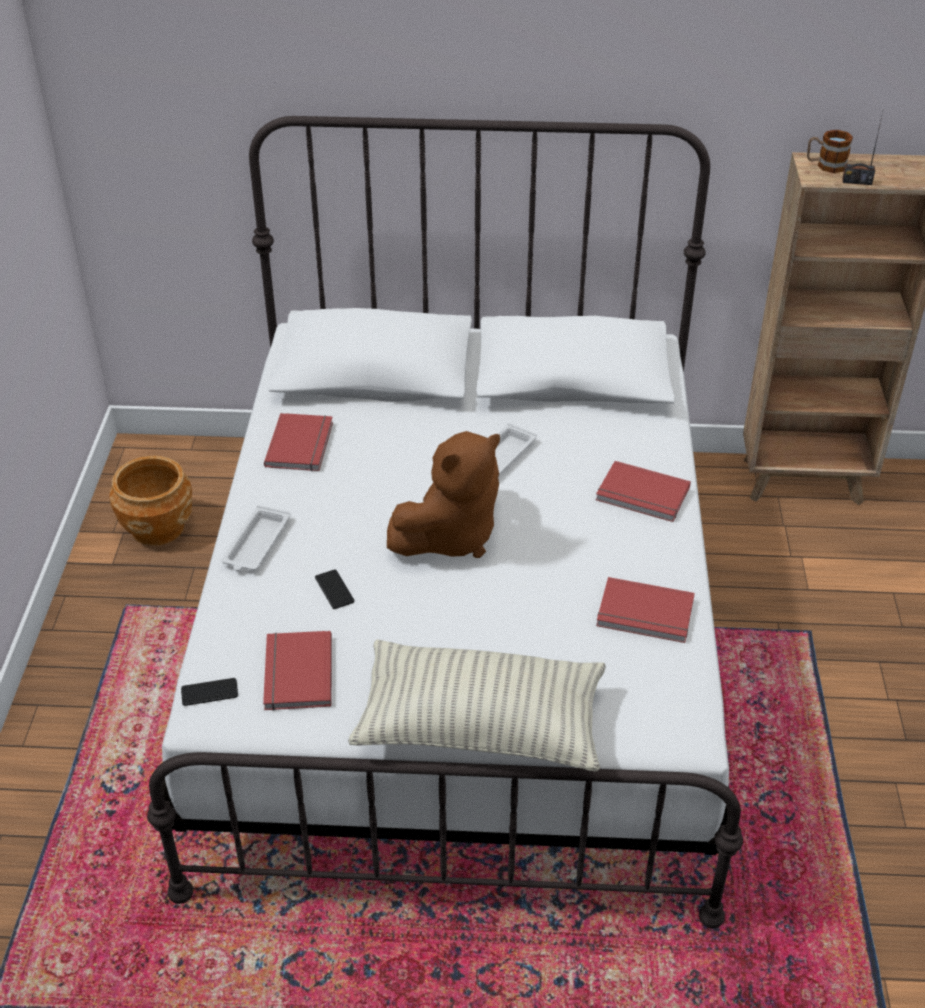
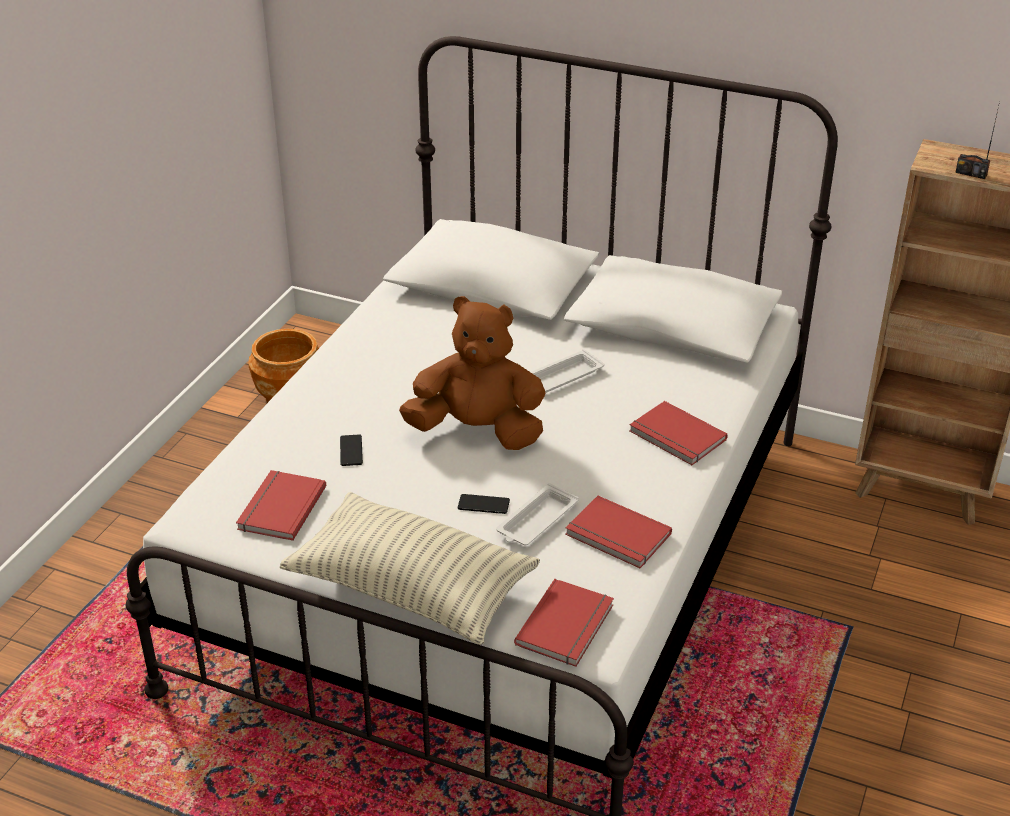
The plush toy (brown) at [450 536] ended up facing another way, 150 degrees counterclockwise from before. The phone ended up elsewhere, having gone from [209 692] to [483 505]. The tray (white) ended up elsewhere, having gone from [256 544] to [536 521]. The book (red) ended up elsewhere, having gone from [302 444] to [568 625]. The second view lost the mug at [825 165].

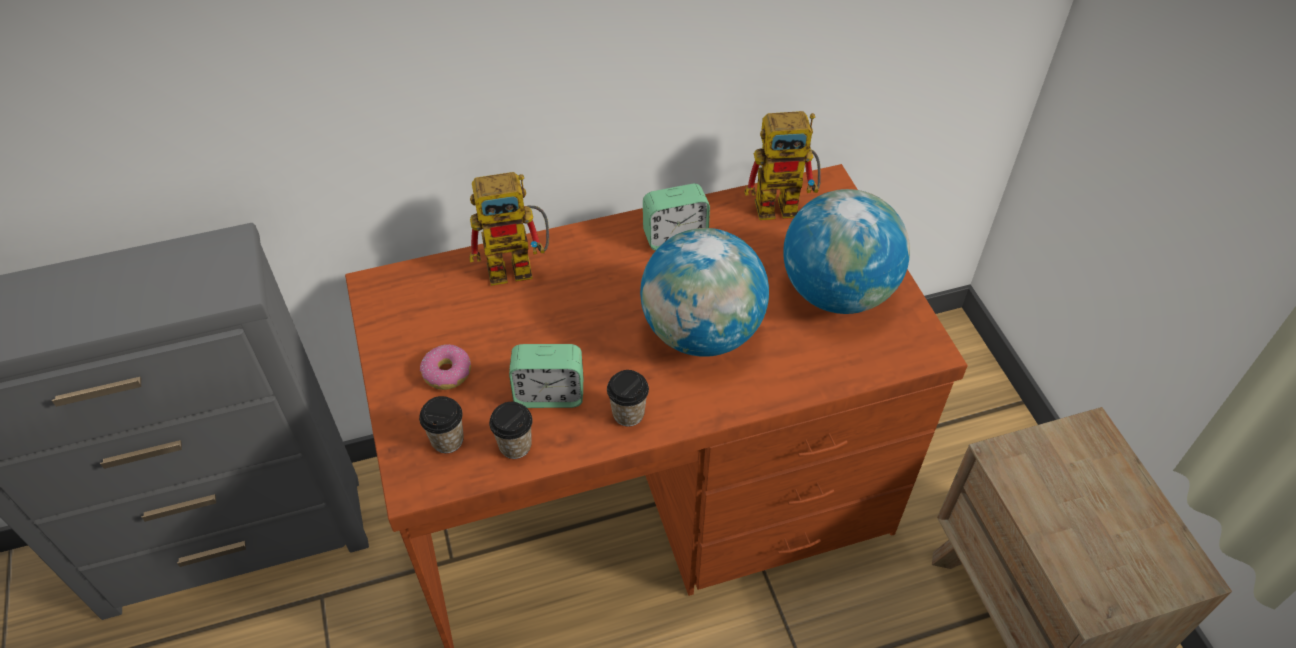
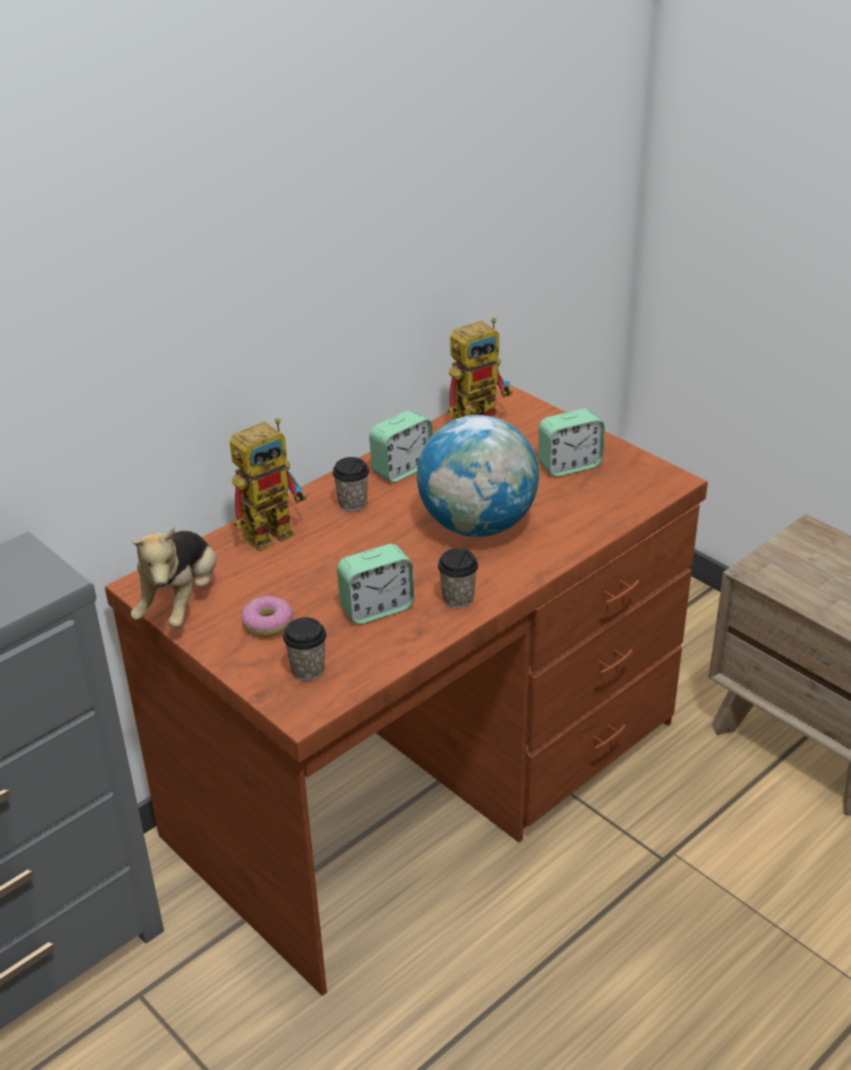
The second view gained the plush toy at [181 602]. The cup ended up elsewhere, having gone from [515 445] to [352 503]. Where the globe stood at [837 292], the alarm clock came to stand at [569 465].

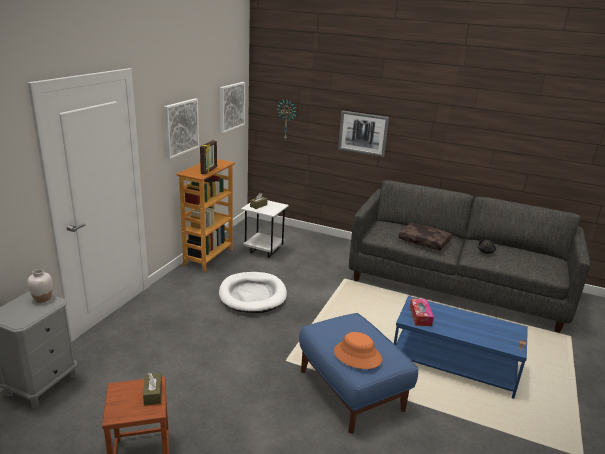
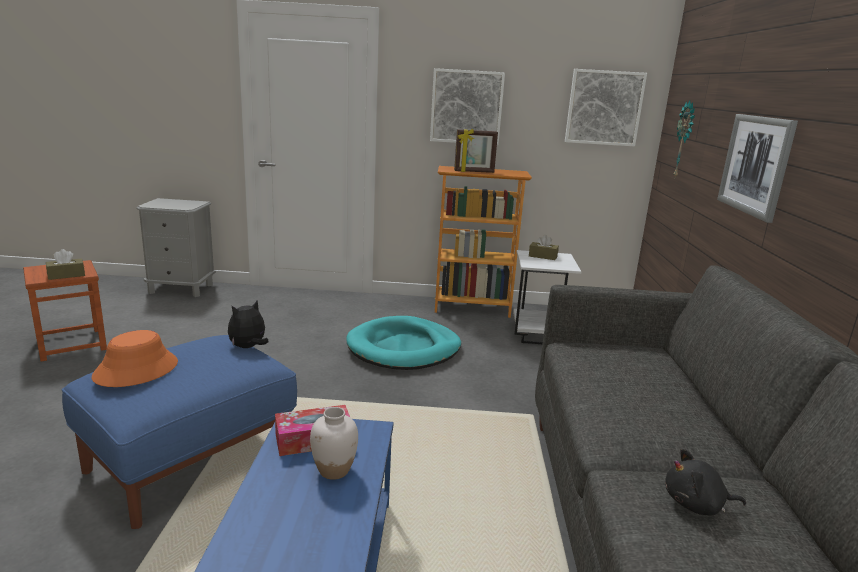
The second view gained the plush toy at [248 347]. The vase (white) ended up elsewhere, having gone from [43 299] to [334 470]. What was the dog bed (white) at [252 295] turned into the dog bed (turquoise) at [404 348]. The second view lost the pillow (brown) at [424 241].

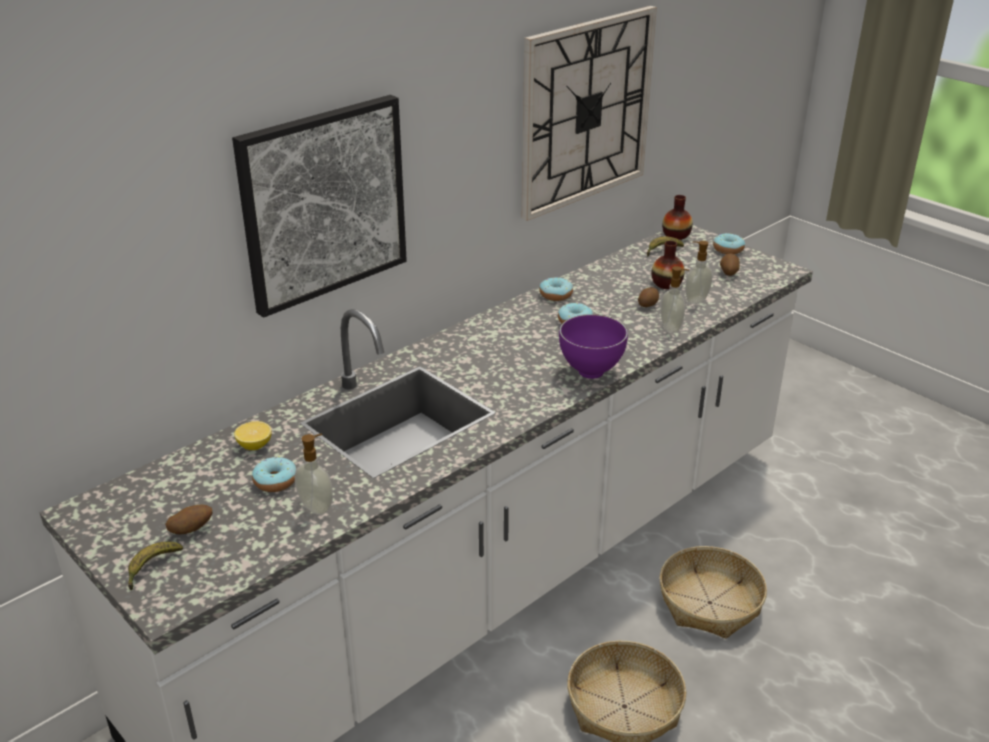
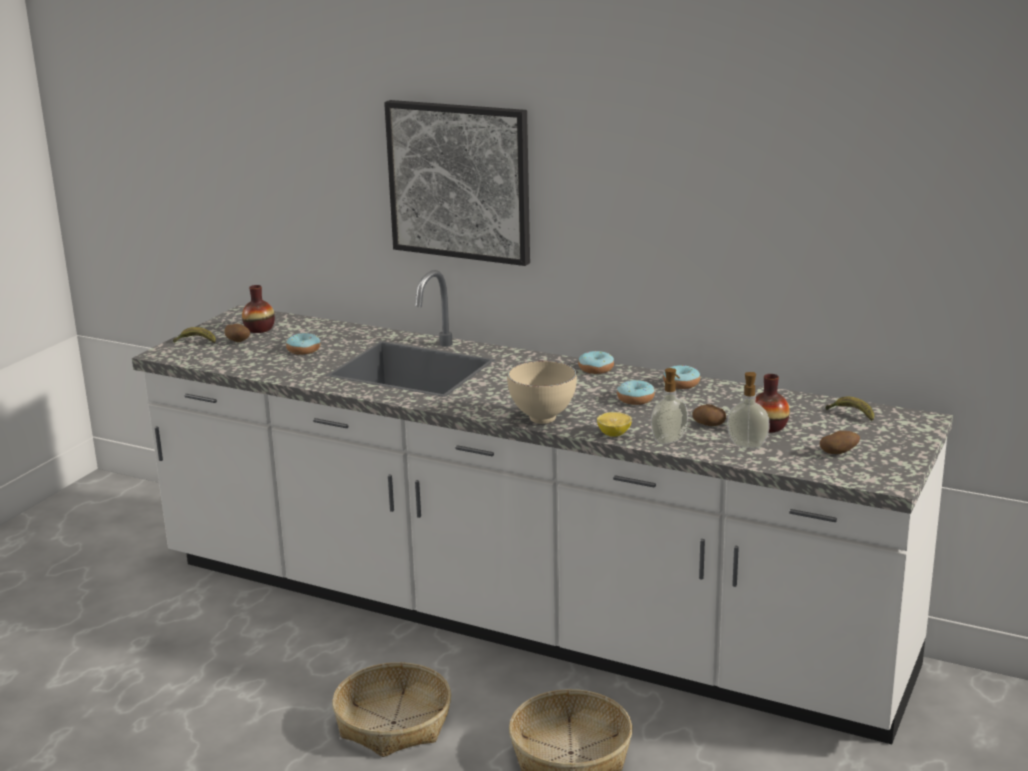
The vase ended up elsewhere, having gone from [676 235] to [259 329]. What was the bowl (purple) at [589 373] turned into the bowl (beige) at [542 419]. The donut ended up elsewhere, having gone from [728 249] to [596 369]. The lemon ended up elsewhere, having gone from [255 445] to [614 434]. The second view lost the soap dispenser at [317 506]. The second view lost the wall clock at [586 111].

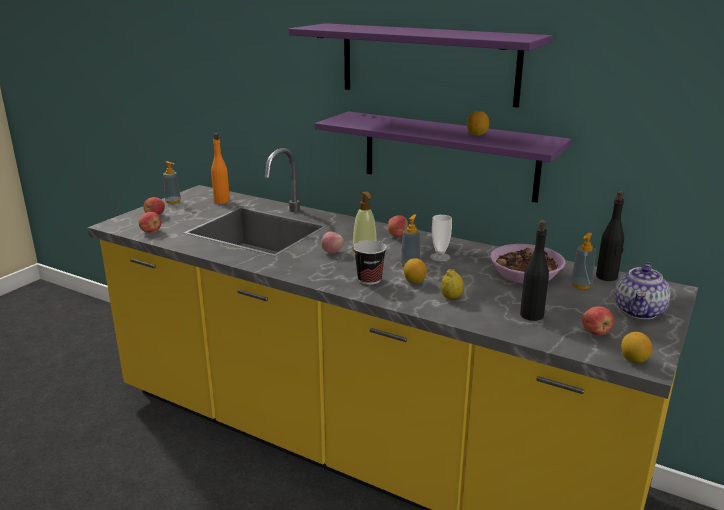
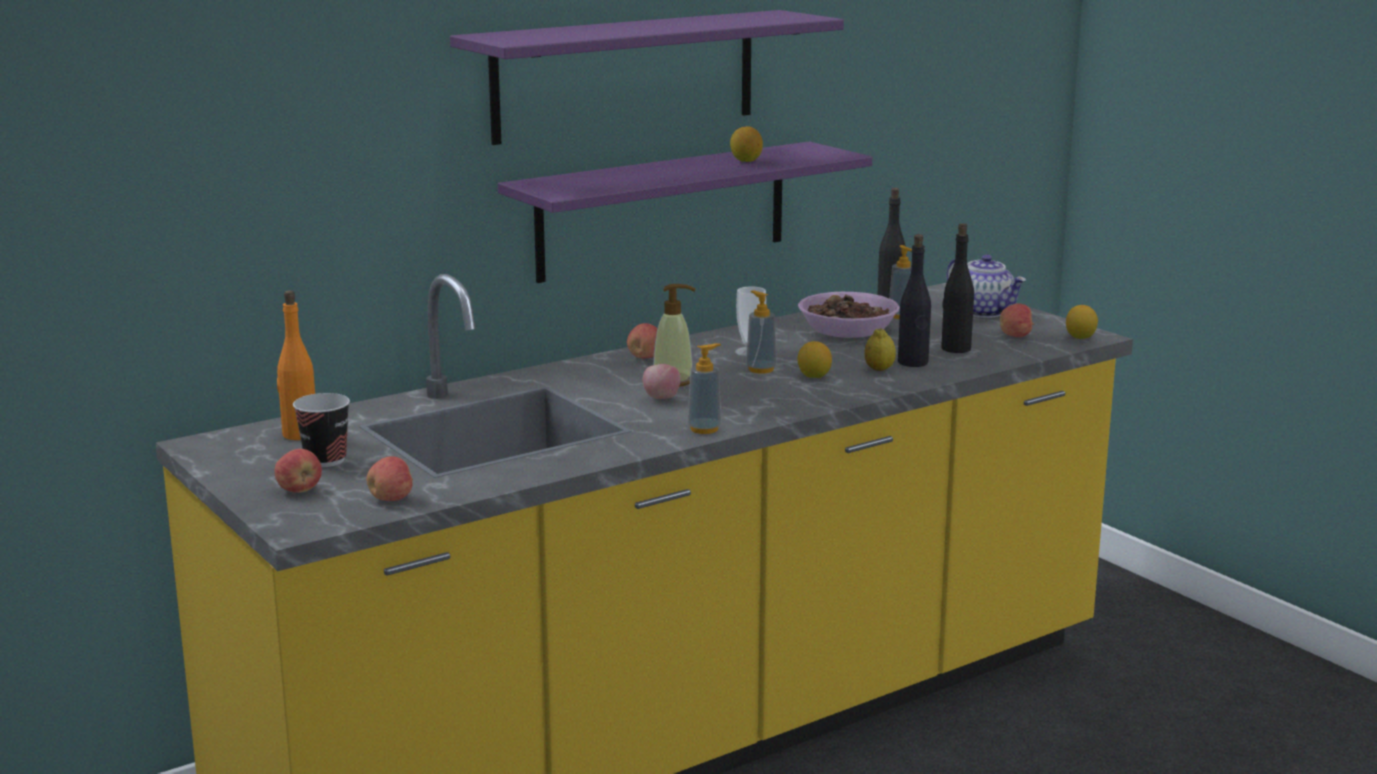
The cup ended up elsewhere, having gone from [369 280] to [325 460]. The soap dispenser ended up elsewhere, having gone from [173 201] to [704 429]. The second view gained the bottle (black) at [913 363].

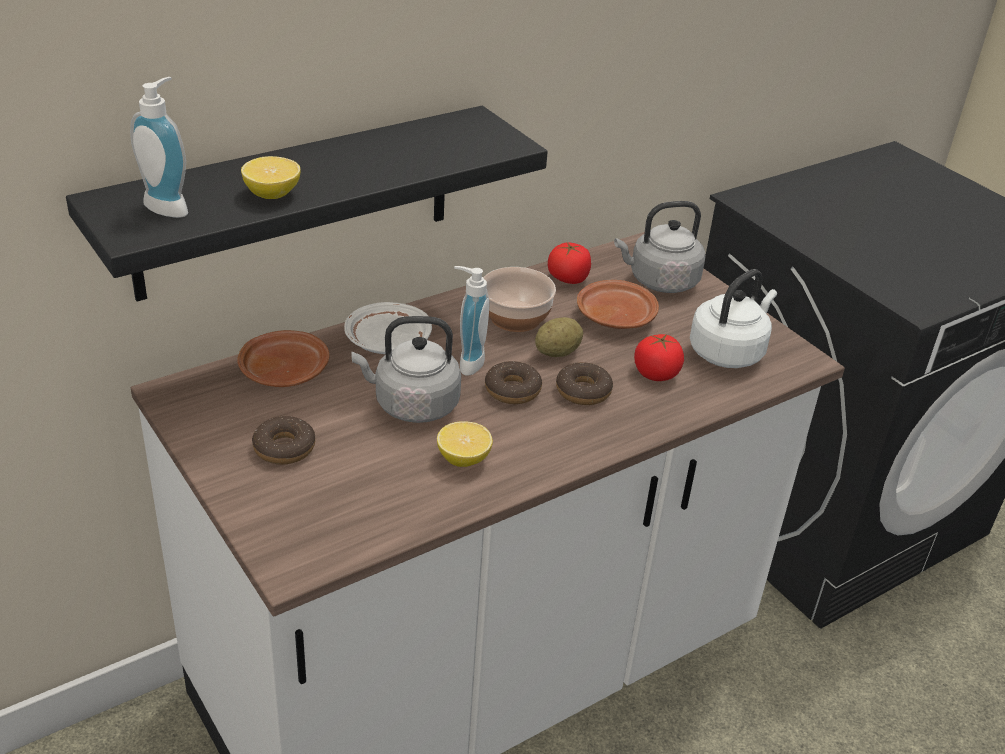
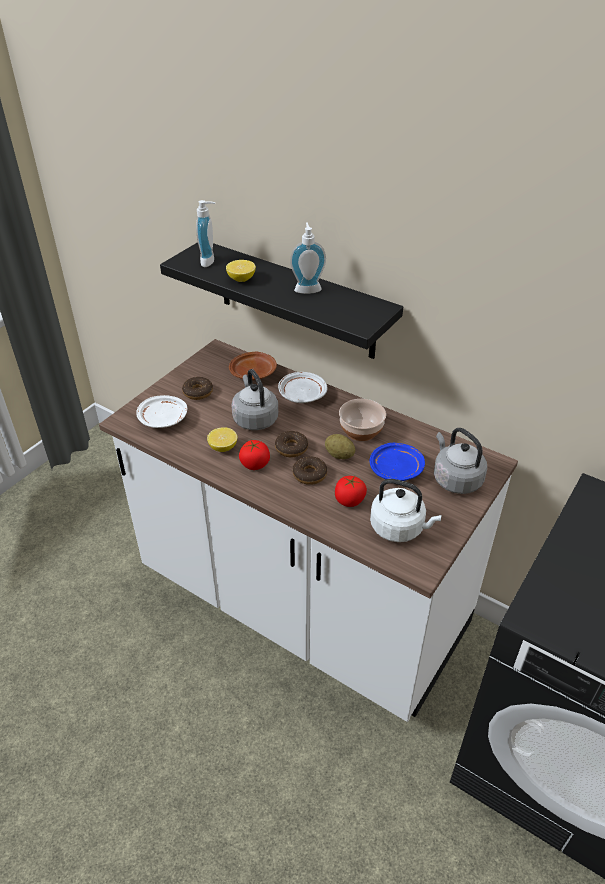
The second view gained the plate (white) at [163 419]. The tomato ended up elsewhere, having gone from [568 278] to [255 464]. The soap dispenser ended up elsewhere, having gone from [467 362] to [307 288]. What was the plate (brown) at [615 316] turned into the plate (blue) at [396 469].

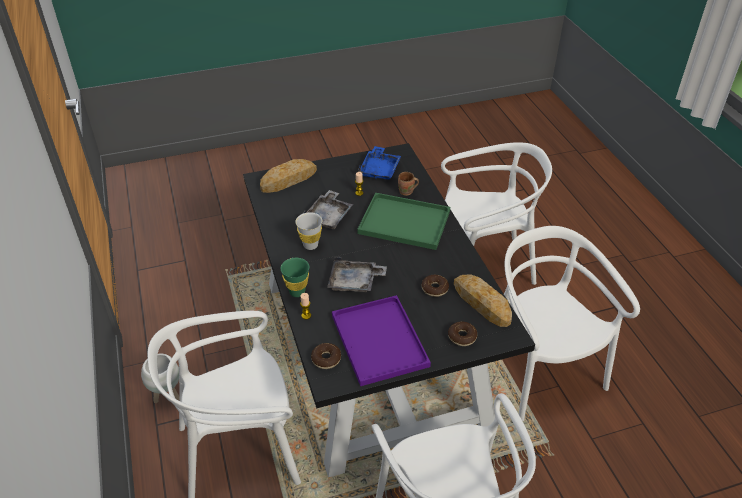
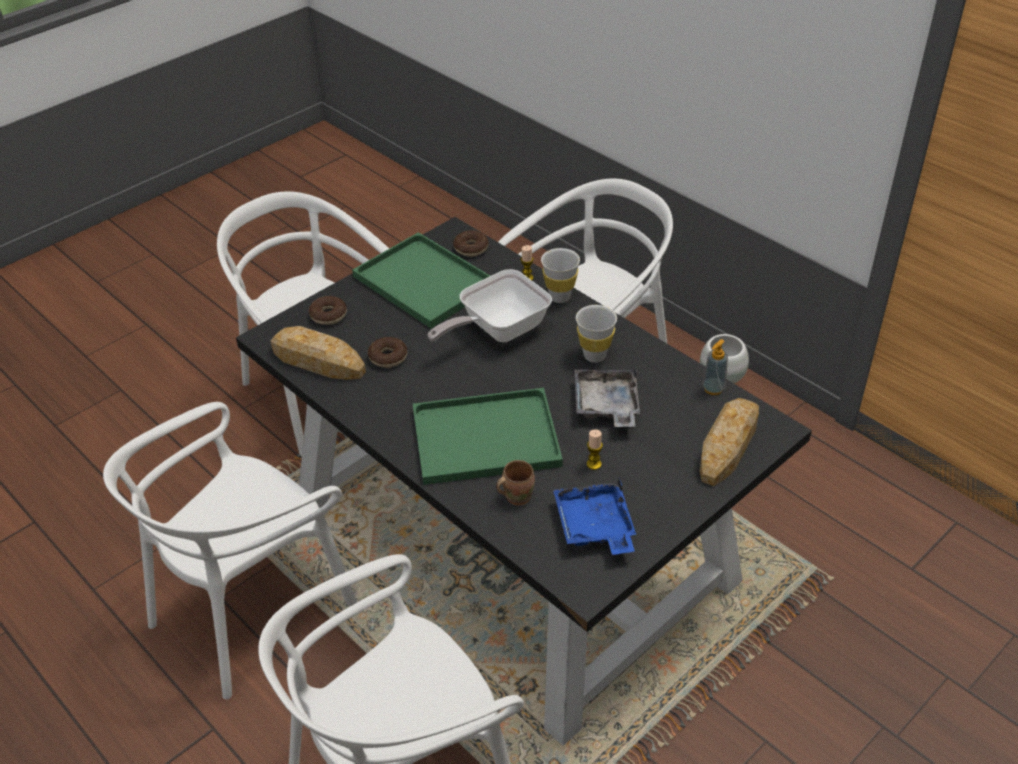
The chair (white) at [540 370] ended up facing another way, 90 degrees clockwise from before. What was the tray (purple) at [381 342] turned into the tray (green) at [421 281]. Where the tray (grey) stood at [355 282], the frying pan came to stand at [497 330]. What was the cup (green) at [297 292] turned into the cup (white) at [560 297]. The second view gained the soap dispenser at [713 388].

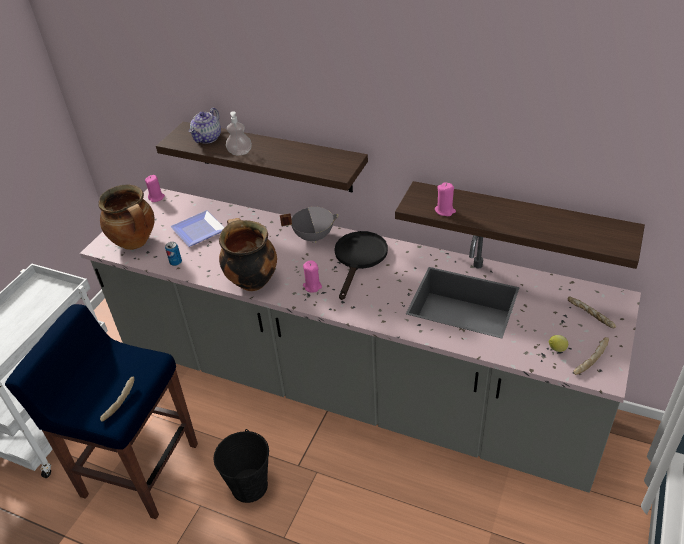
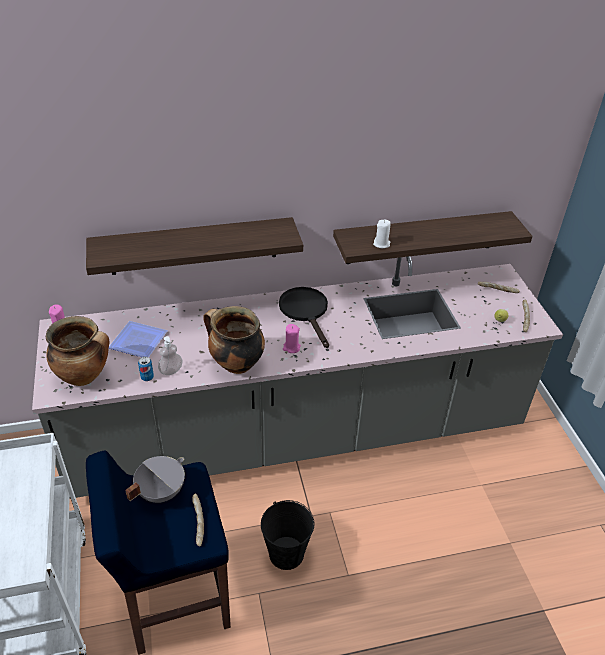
The cooking pot (grey) ended up elsewhere, having gone from [313 236] to [160 491]. The soap dispenser ended up elsewhere, having gone from [240 152] to [171 370]. What was the candle (pink) at [445 211] turned into the candle (white) at [381 244]. The second view lost the teapot at [207 138].

